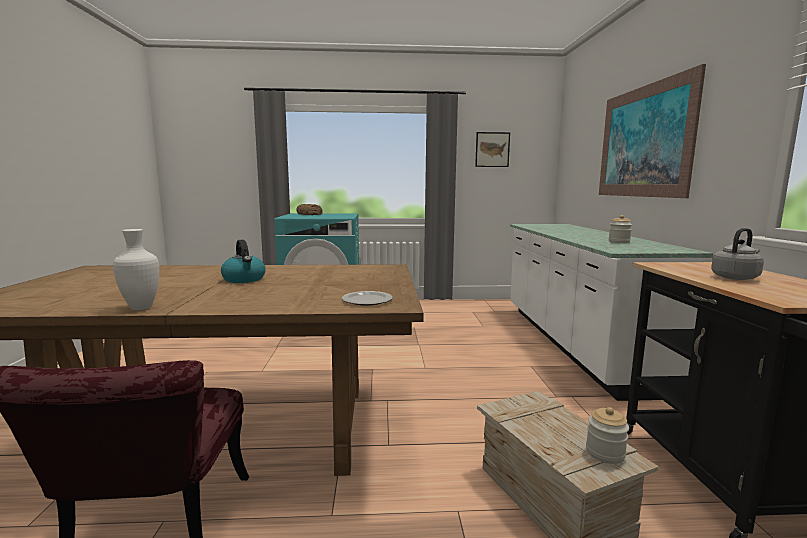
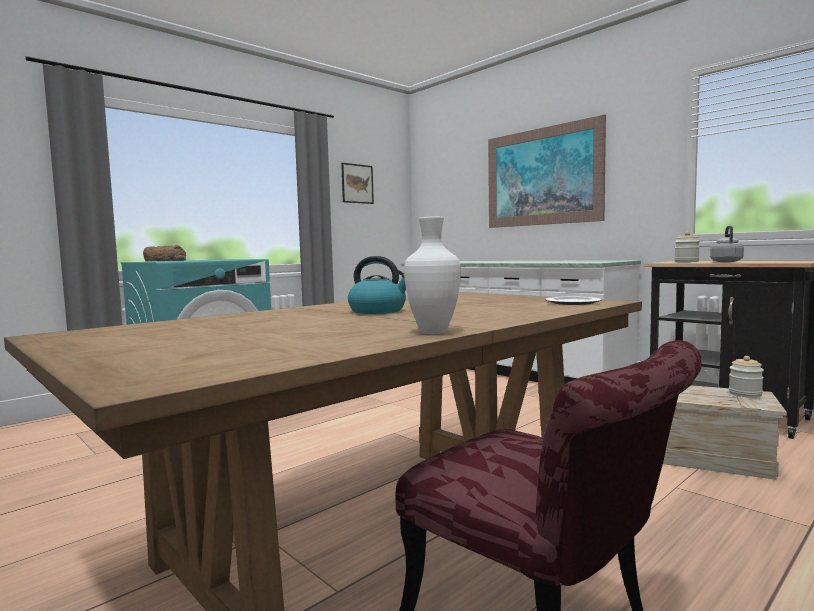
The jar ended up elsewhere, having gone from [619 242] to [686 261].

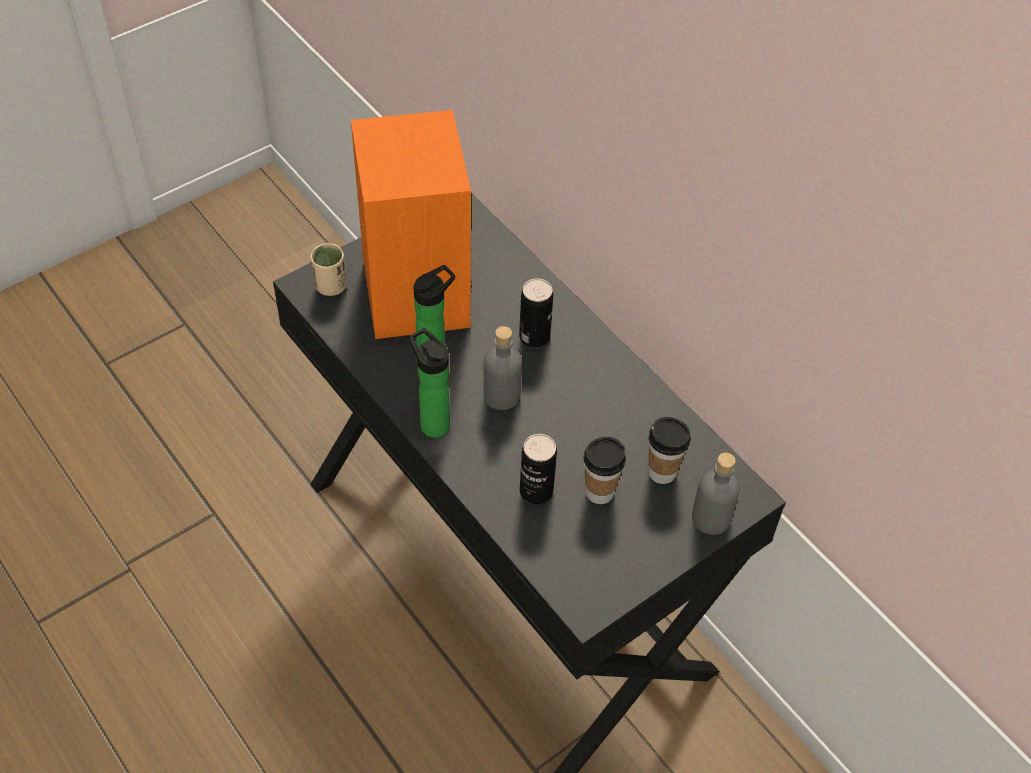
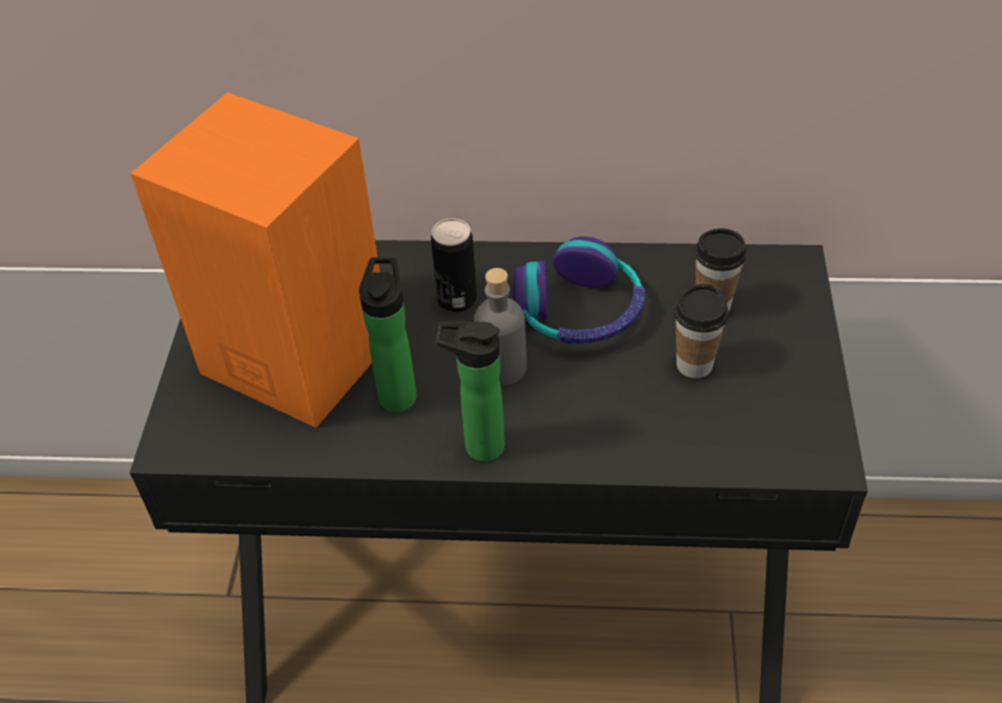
The second view gained the headphones at [579 310]. The second view lost the cup (beige) at [331 286]. The second view lost the can at [536 491]. The second view lost the bottle (grey) at [710 518].

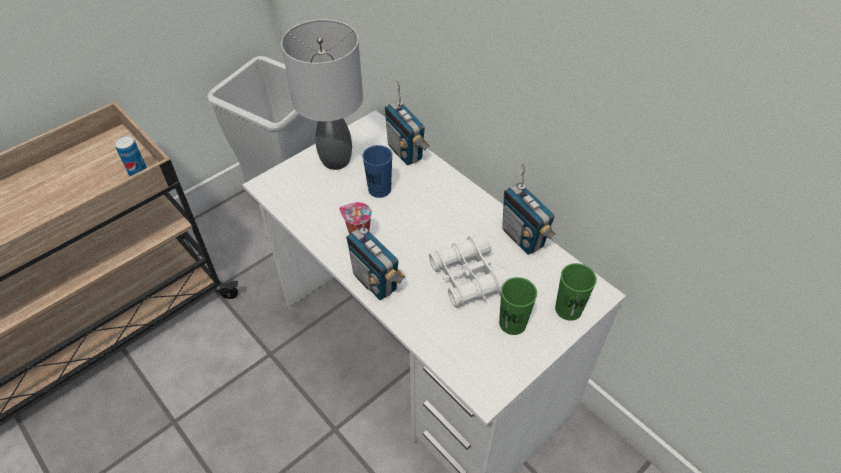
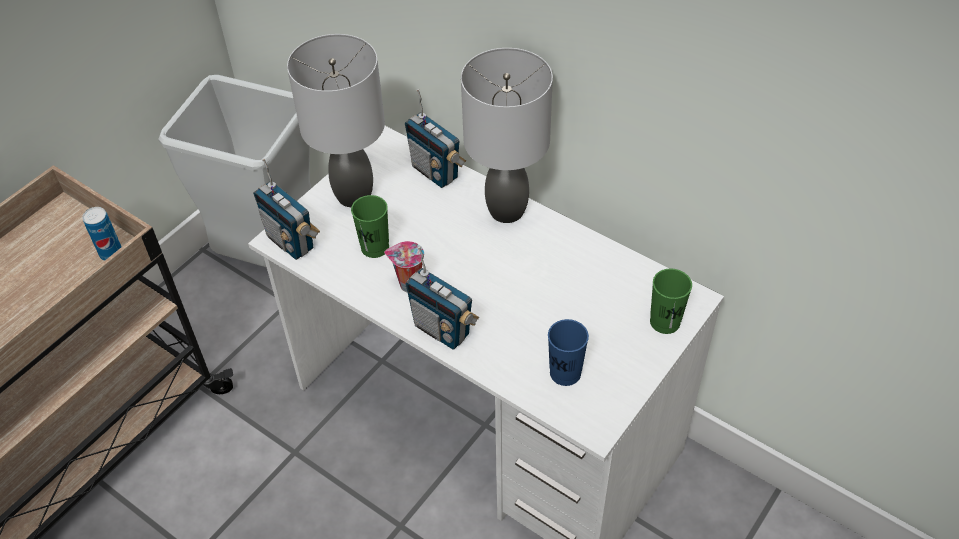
The radio ended up elsewhere, having gone from [523 237] to [291 242]. The cup (green) ended up elsewhere, having gone from [512 323] to [375 247]. The second view gained the table lamp (grey) at [506 211]. The cup (blue) ended up elsewhere, having gone from [379 189] to [565 373]. The second view lost the binoculars (white) at [468 277].

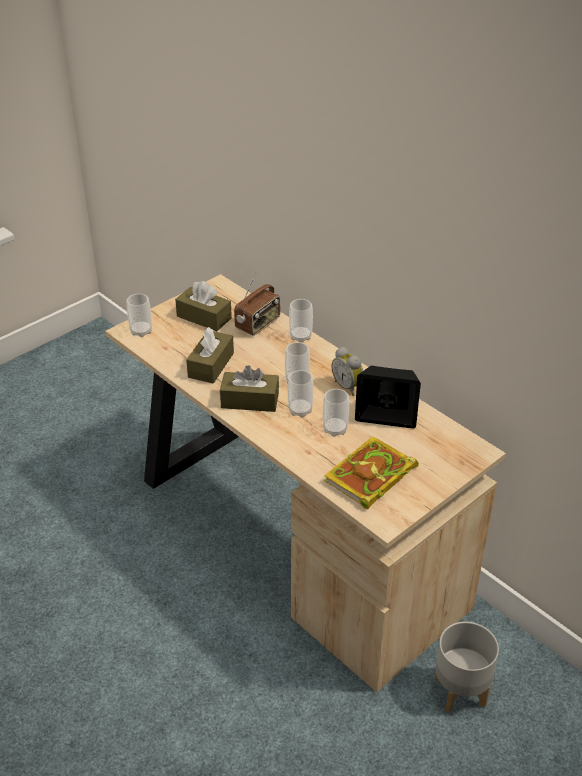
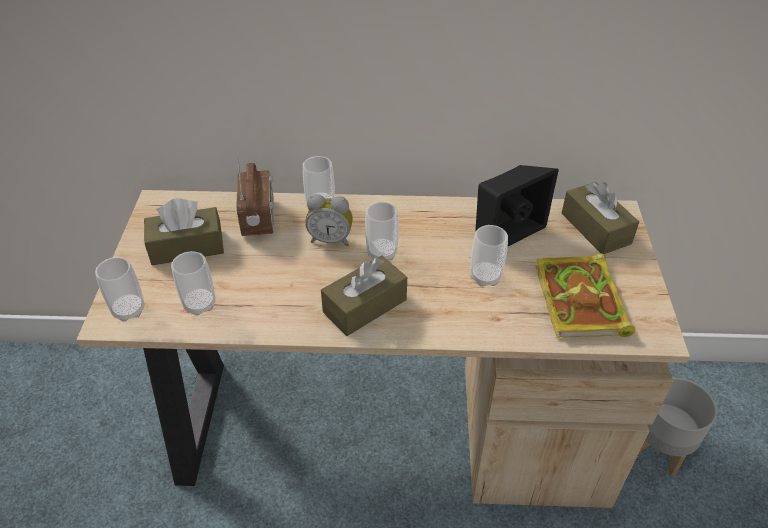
The cup ended up elsewhere, having gone from [300 410] to [200 304]. The alarm clock ended up elsewhere, having gone from [348 386] to [331 239]. The tissue box (brown) ended up elsewhere, having gone from [211 365] to [595 228].

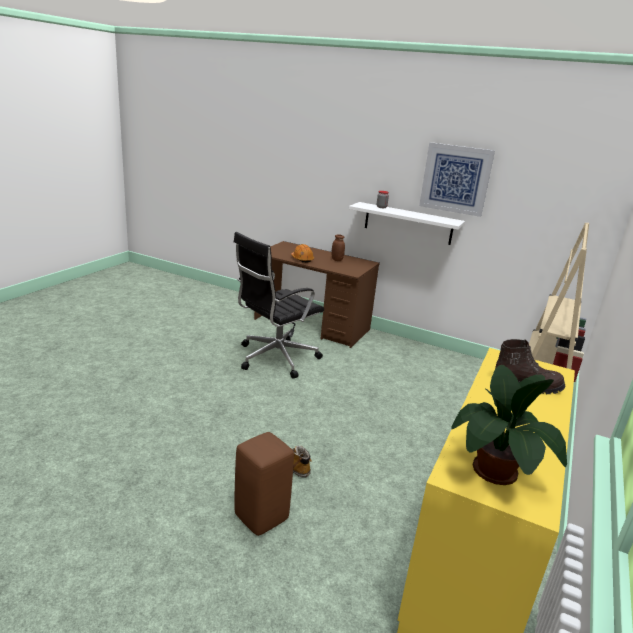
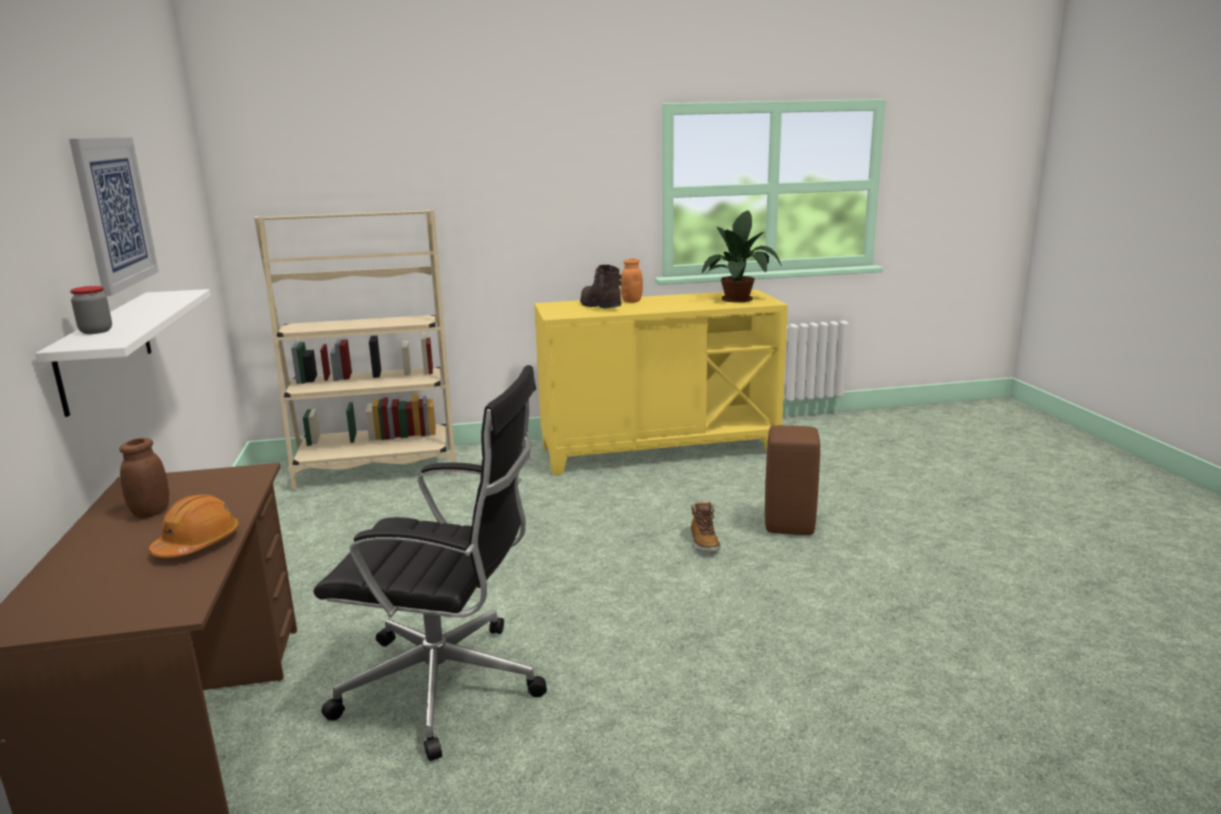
The second view gained the jar (orange) at [631 301].

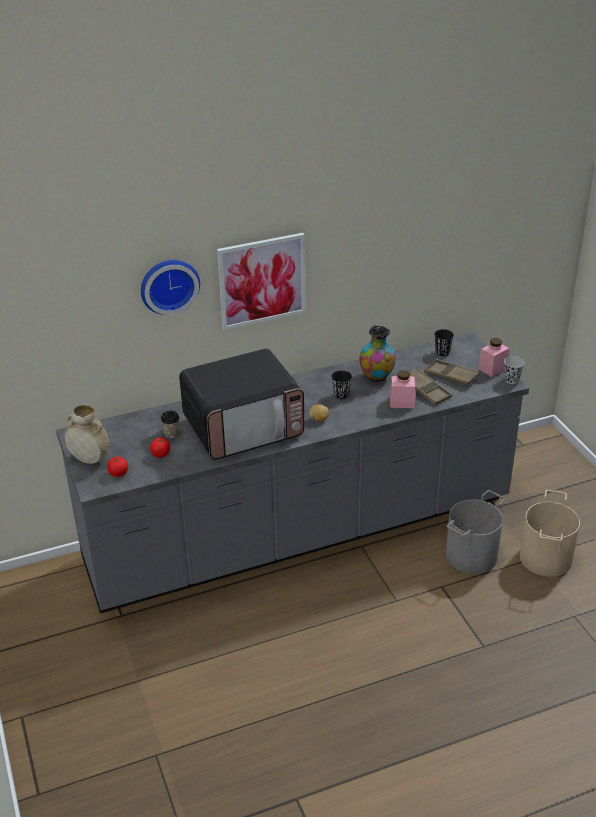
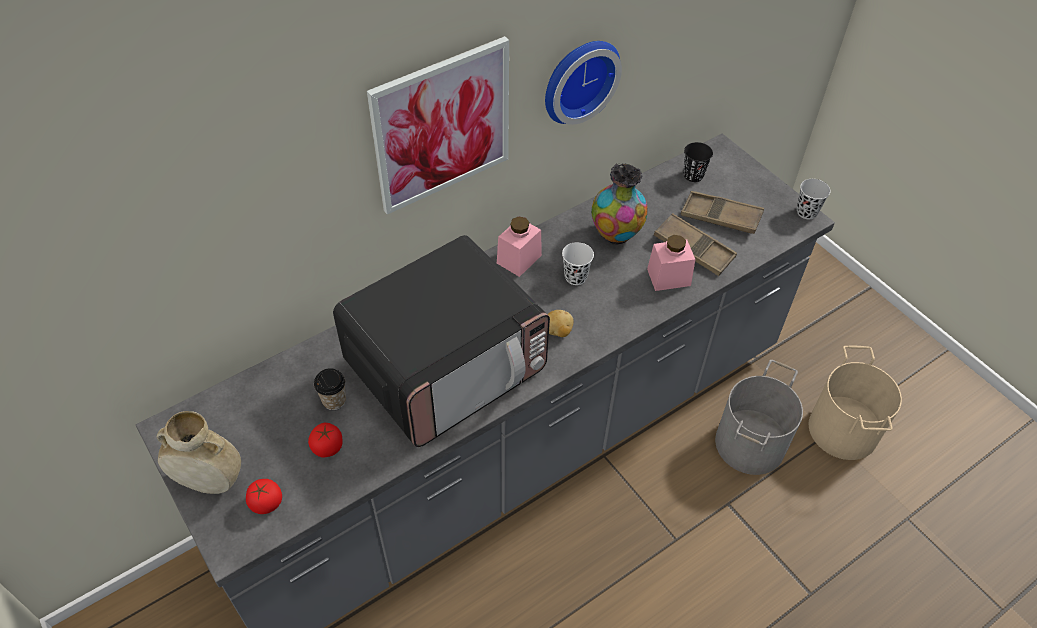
The jar (pink) ended up elsewhere, having gone from [492 368] to [519 259]. The wall clock ended up elsewhere, having gone from [169 285] to [577 79]. What was the cup (black) at [341 394] turned into the cup (white) at [575 277].

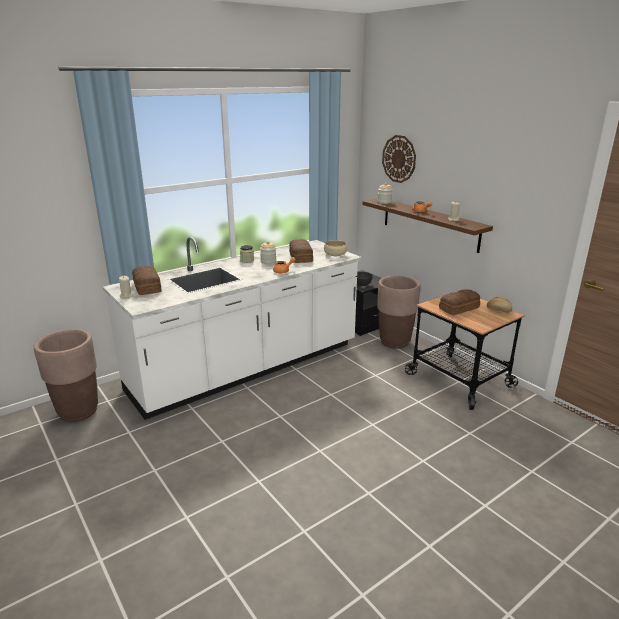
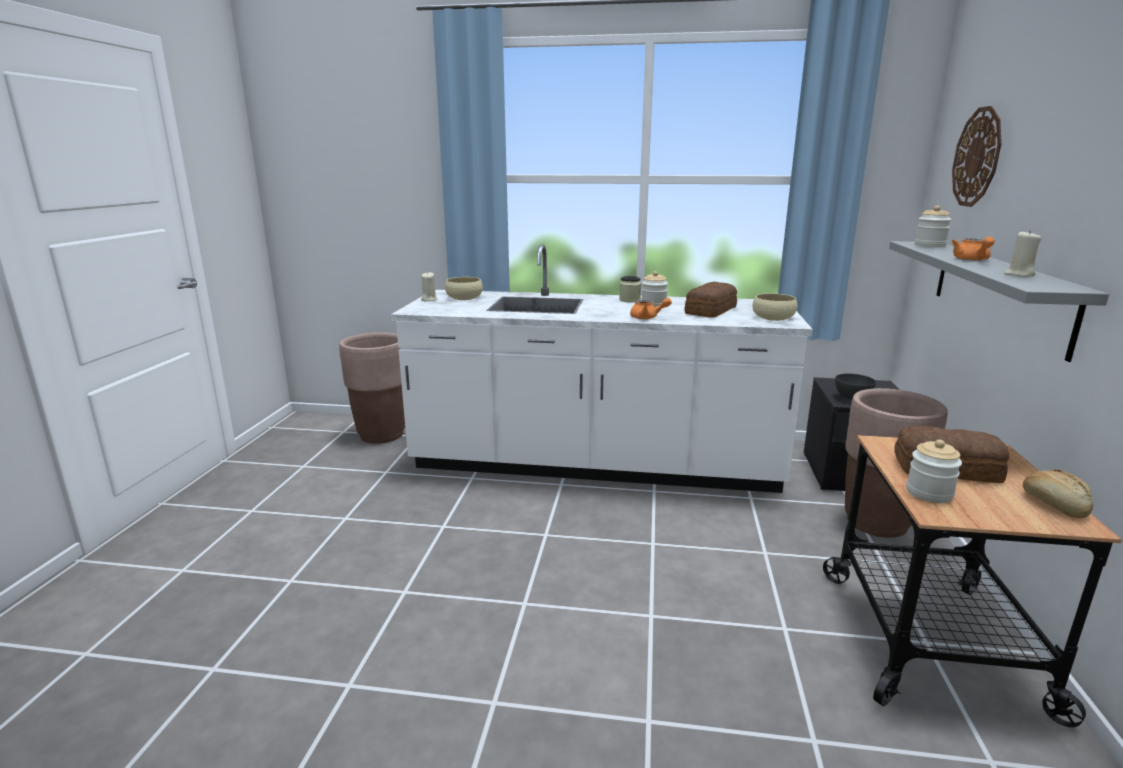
Where the bread stood at [146 287], the bowl (beige) came to stand at [464 298]. What was the shelf (brown) at [429 224] turned into the shelf (grey) at [998 292]. The second view gained the jar at [929 493].

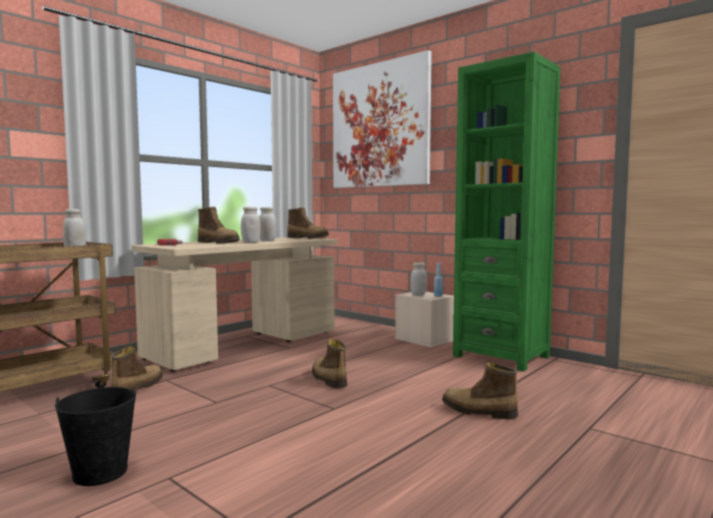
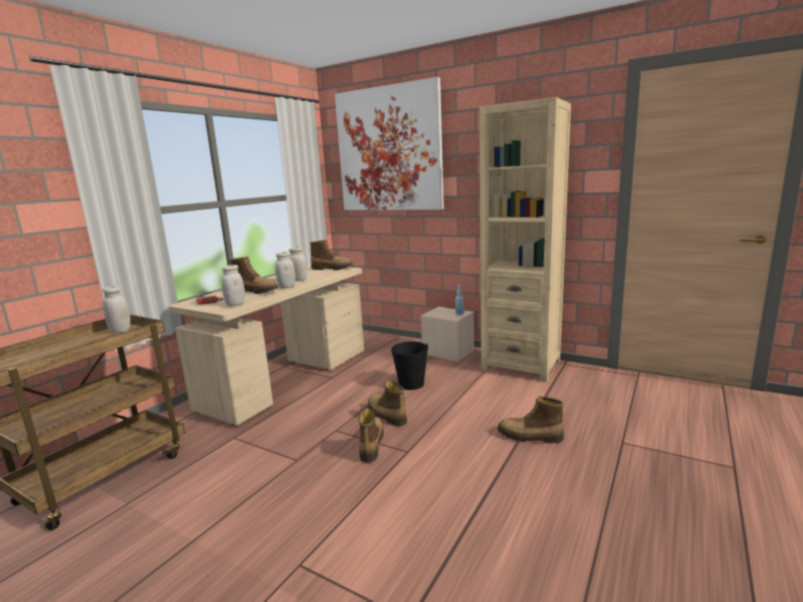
The jar (white) ended up elsewhere, having gone from [418 295] to [235 304]. The boot ended up elsewhere, having gone from [136 388] to [370 444]. The bucket (black) ended up elsewhere, having gone from [100 472] to [411 384]. What was the bookcase (green) at [501 356] turned into the bookcase (beige) at [521 365].

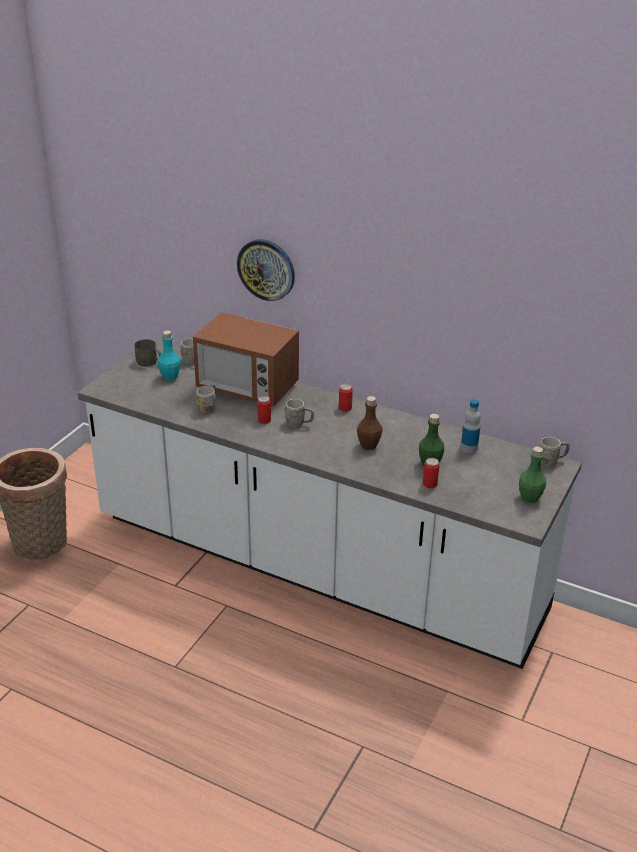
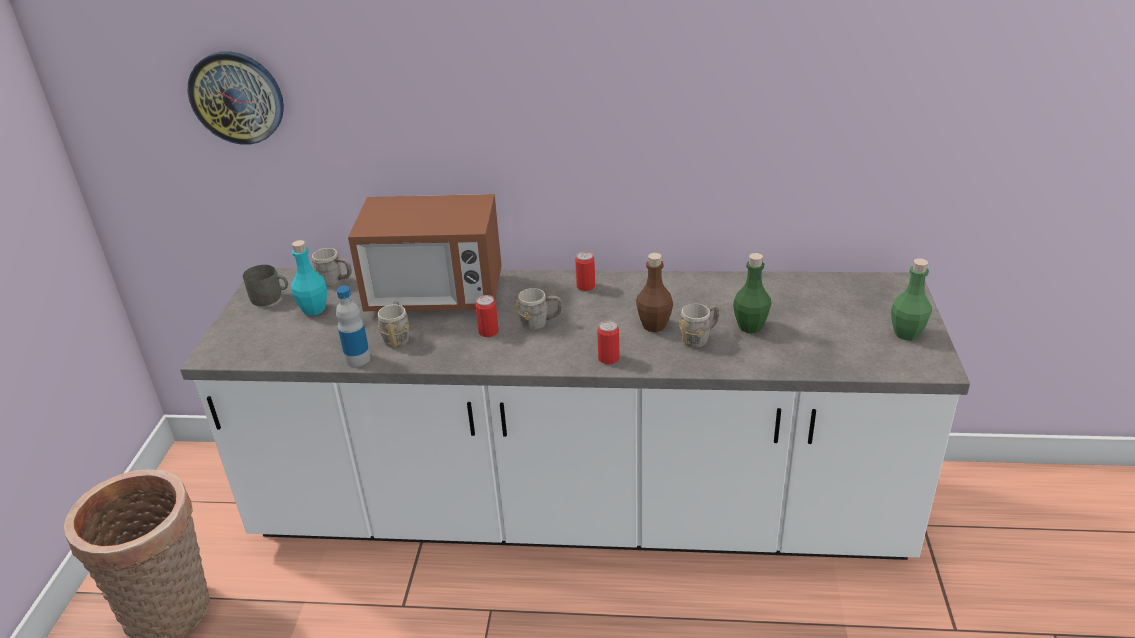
The wall clock ended up elsewhere, having gone from [266 269] to [237 97]. The bottle ended up elsewhere, having gone from [469 448] to [357 359]. The can ended up elsewhere, having gone from [430 484] to [608 358]. The mug (grey) ended up elsewhere, having gone from [551 461] to [699 338].

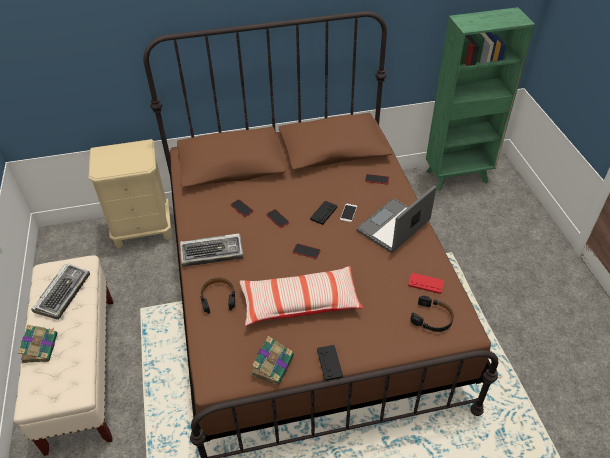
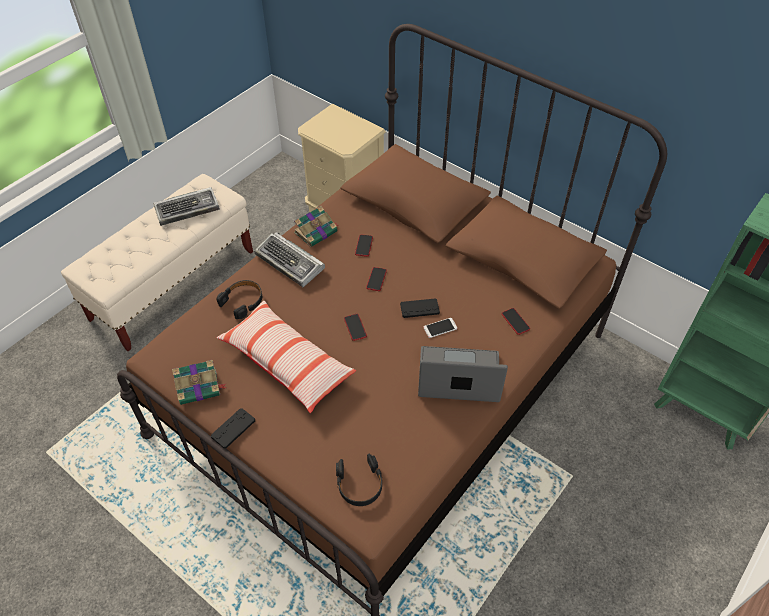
The book ended up elsewhere, having gone from [40 347] to [316 232]. The second view lost the game controller (red) at [425 283].

